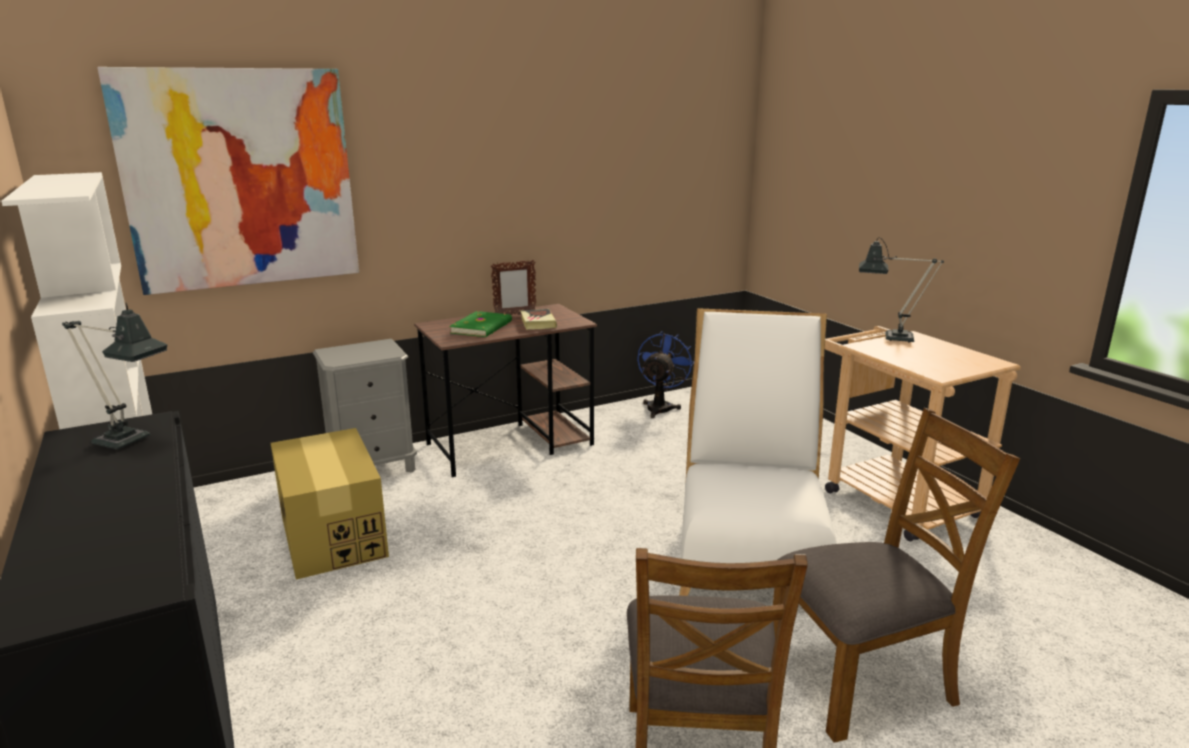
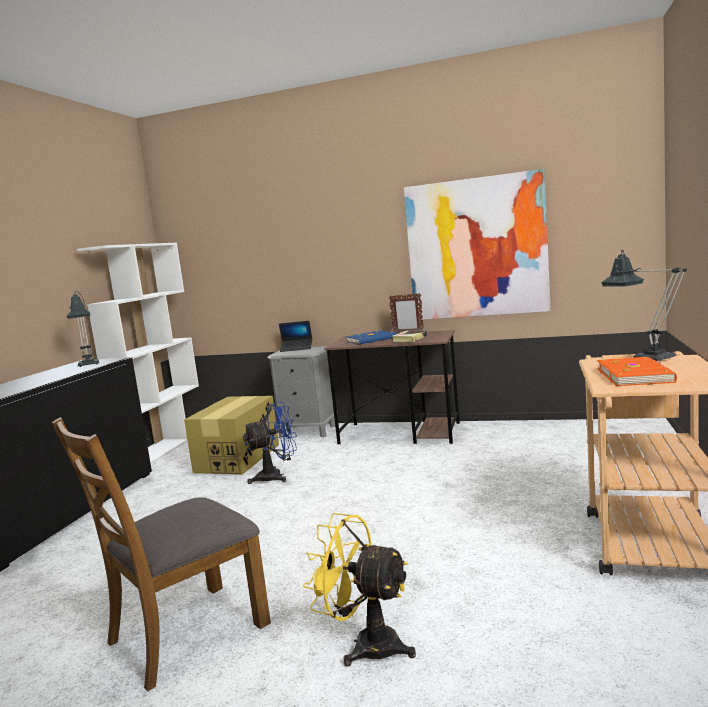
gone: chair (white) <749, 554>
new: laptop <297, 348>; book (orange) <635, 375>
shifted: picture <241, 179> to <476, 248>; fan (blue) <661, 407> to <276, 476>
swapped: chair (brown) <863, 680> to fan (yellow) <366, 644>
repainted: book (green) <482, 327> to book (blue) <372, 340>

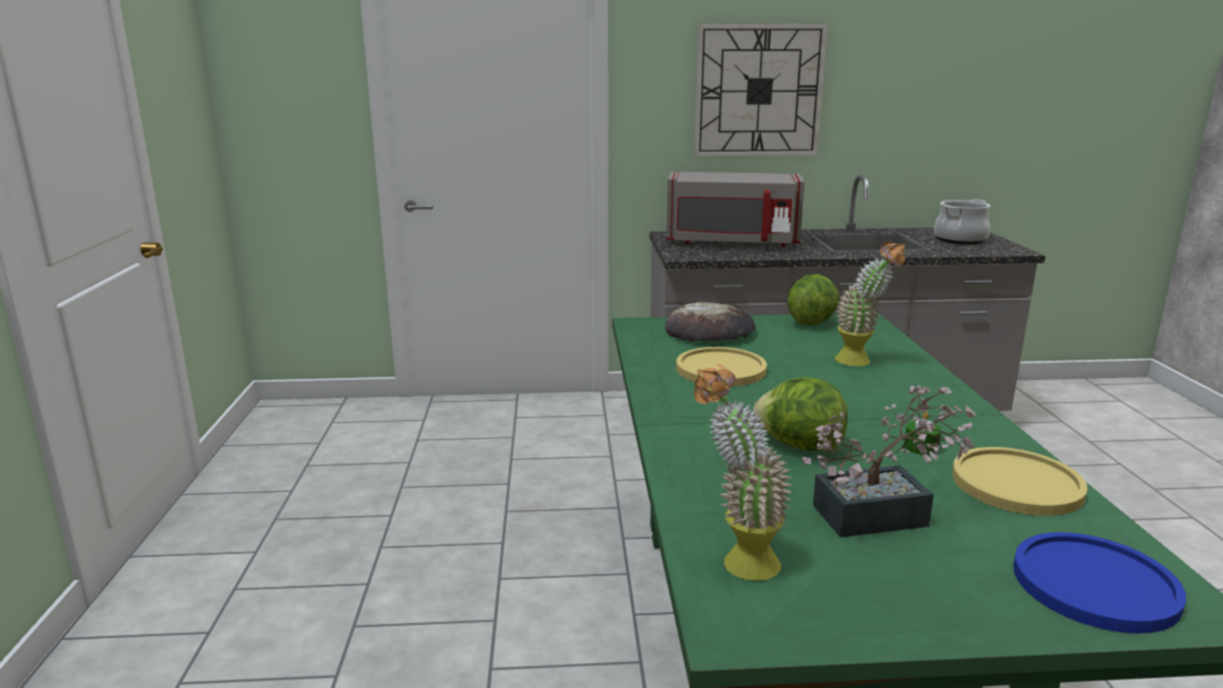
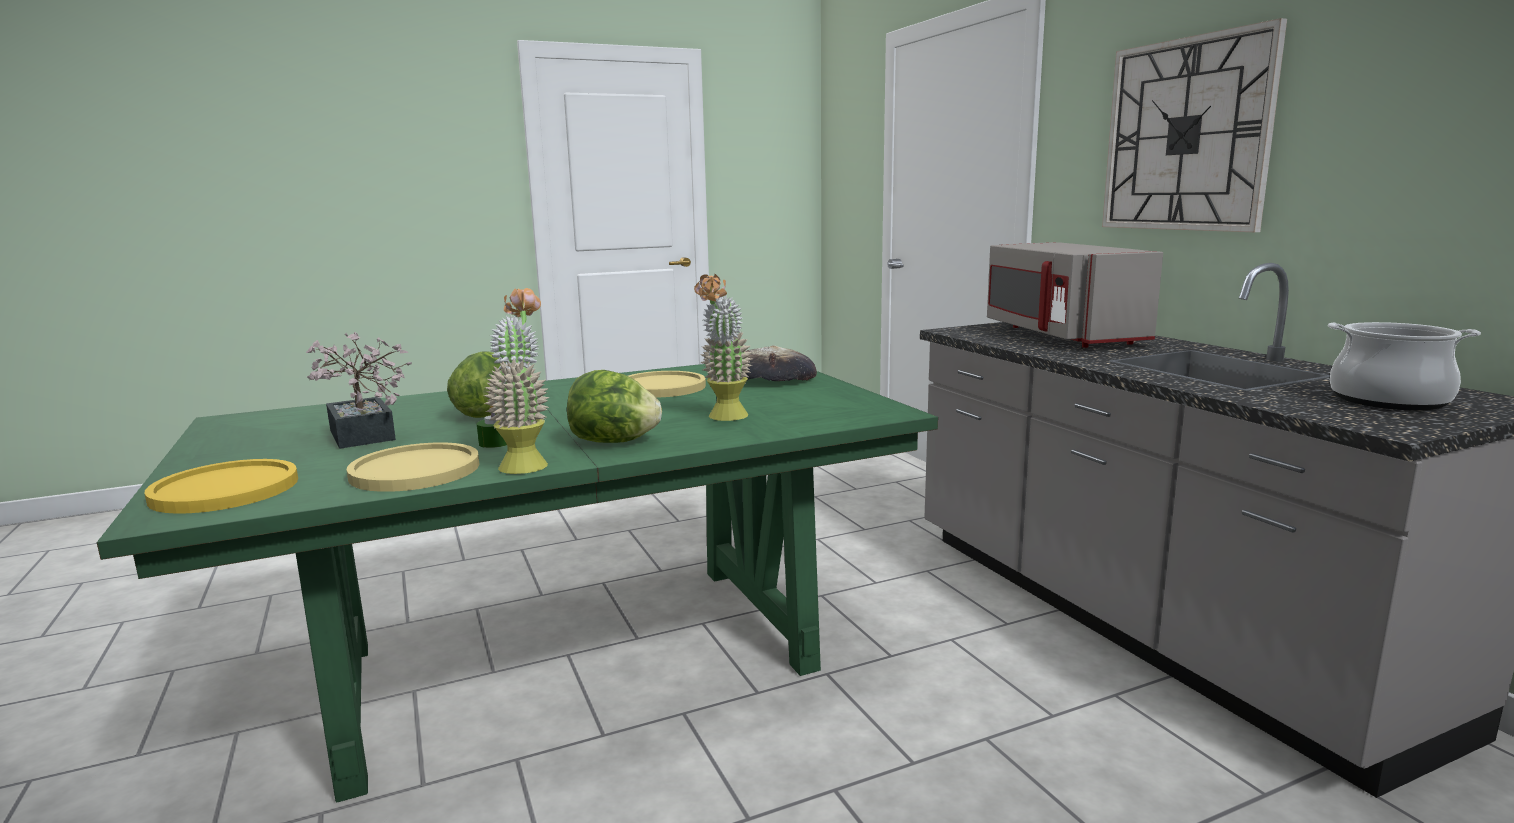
shifted: potted plant <736, 561> to <526, 463>; lettuce <811, 322> to <614, 442>
repainted: plate (blue) <1094, 584> to plate (yellow) <225, 489>

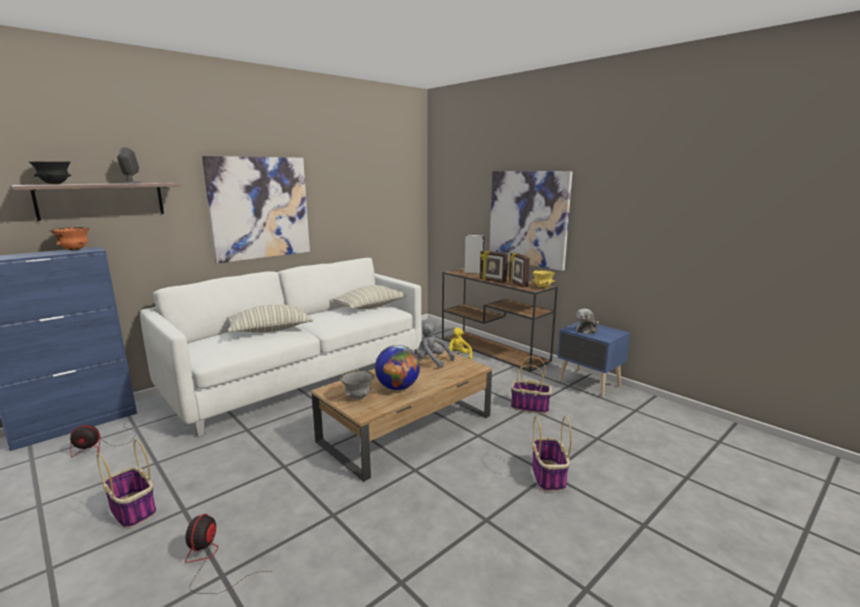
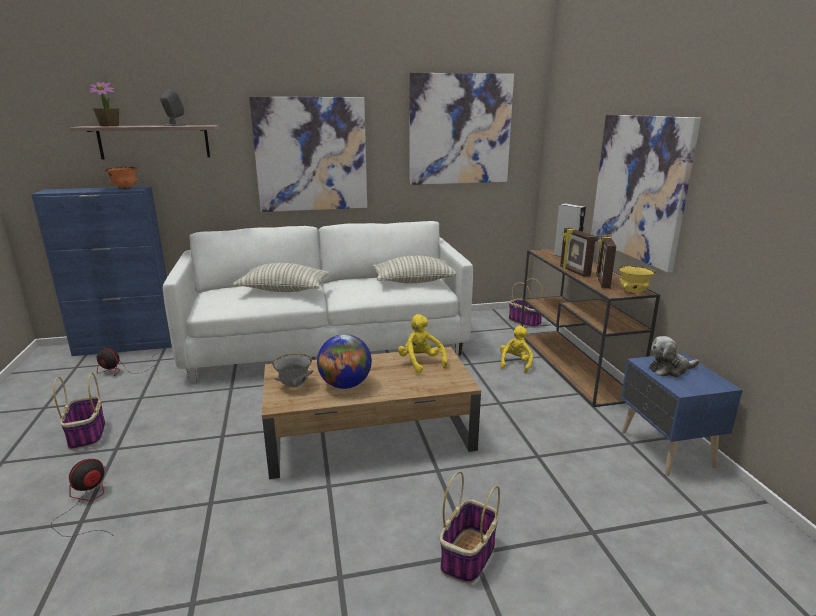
new: picture <460, 130>
shifted: basket <530, 407> to <525, 322>
swapped: bowl (black) <55, 184> to potted plant <109, 126>
repainted: plush toy (grey) <432, 361> to plush toy (yellow) <421, 363>

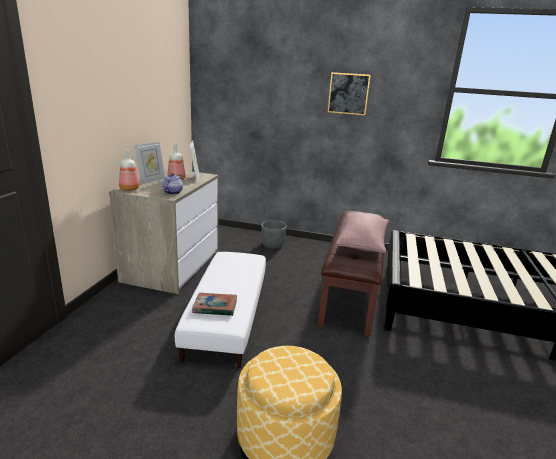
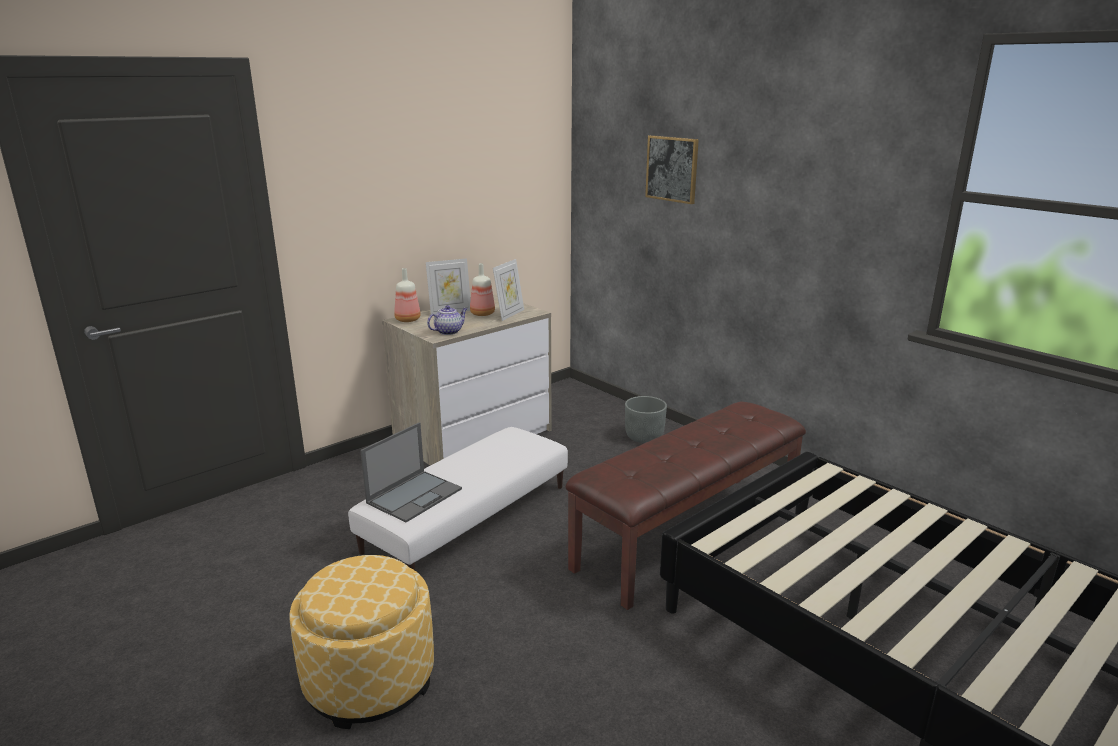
gone: pillow (pink) <362, 243>
shifted: picture <348, 93> to <672, 169>
swapped: book <215, 307> to laptop <415, 495>

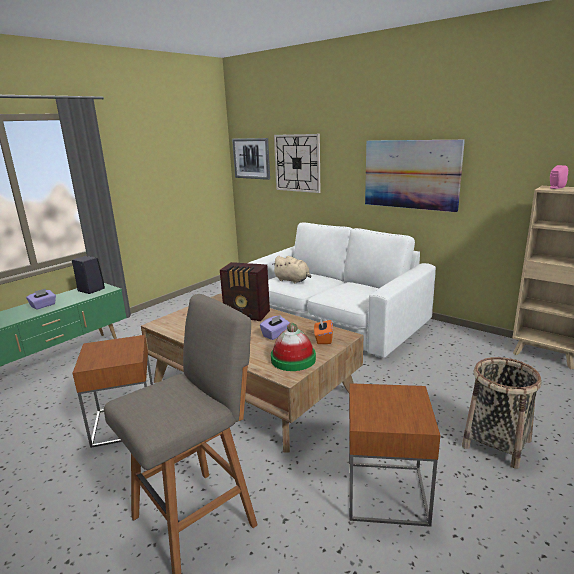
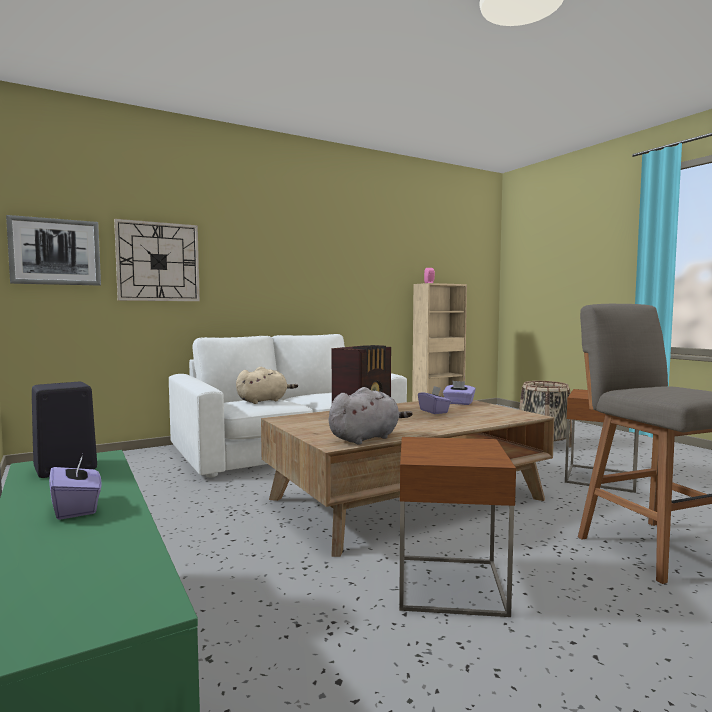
gone: hat <293, 359>; picture <411, 174>
new: plush toy (grey) <366, 438>
repainted: tissue box (orange) <323, 339> to tissue box (purple) <458, 403>

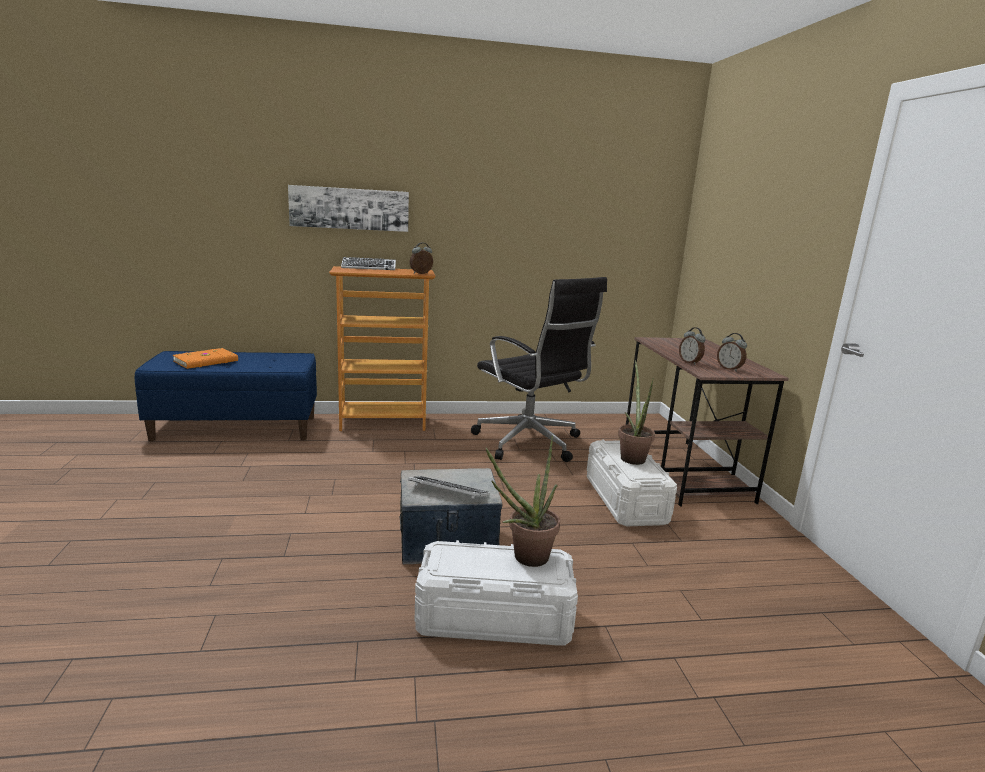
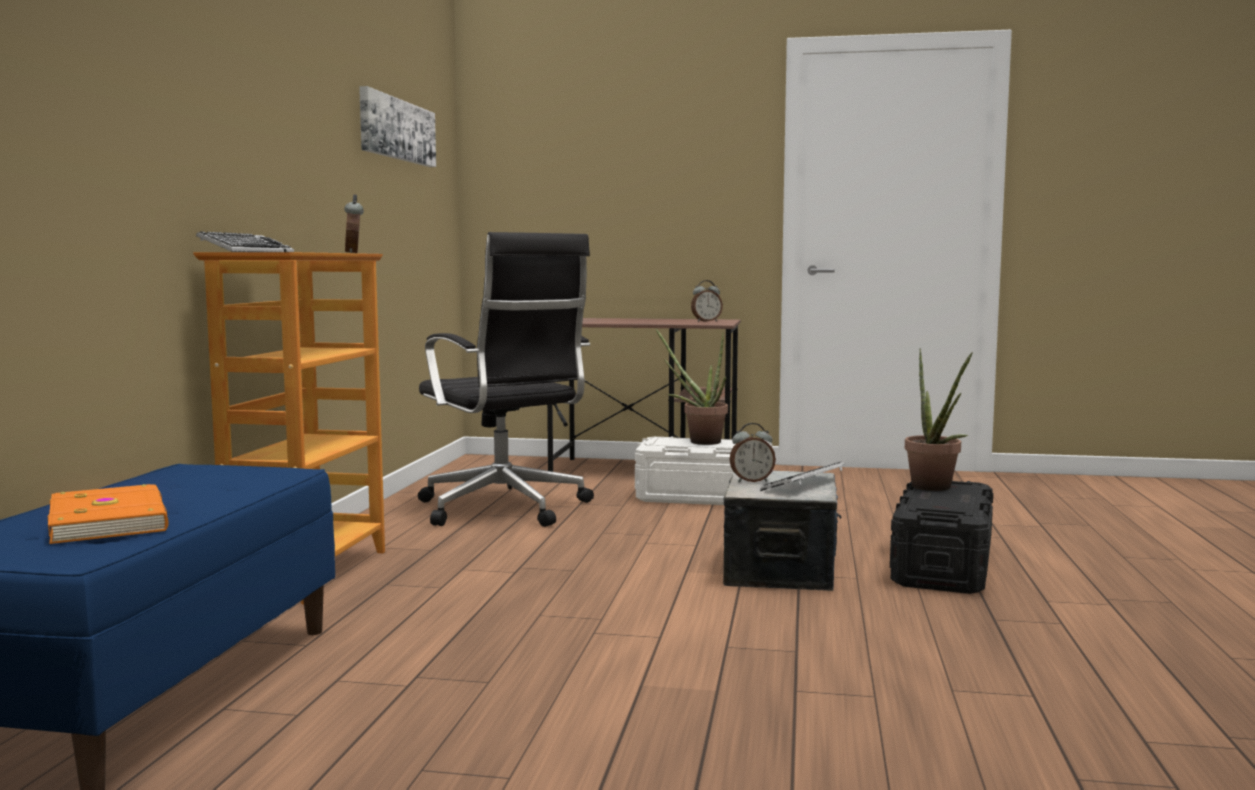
shifted: picture <349, 208> to <397, 130>; alarm clock <690, 362> to <751, 481>
repainted: storage box (white) <494, 618> to storage box (black) <943, 566>
rotated: office chair (black) <530, 443> = <505, 509> 75 degrees clockwise

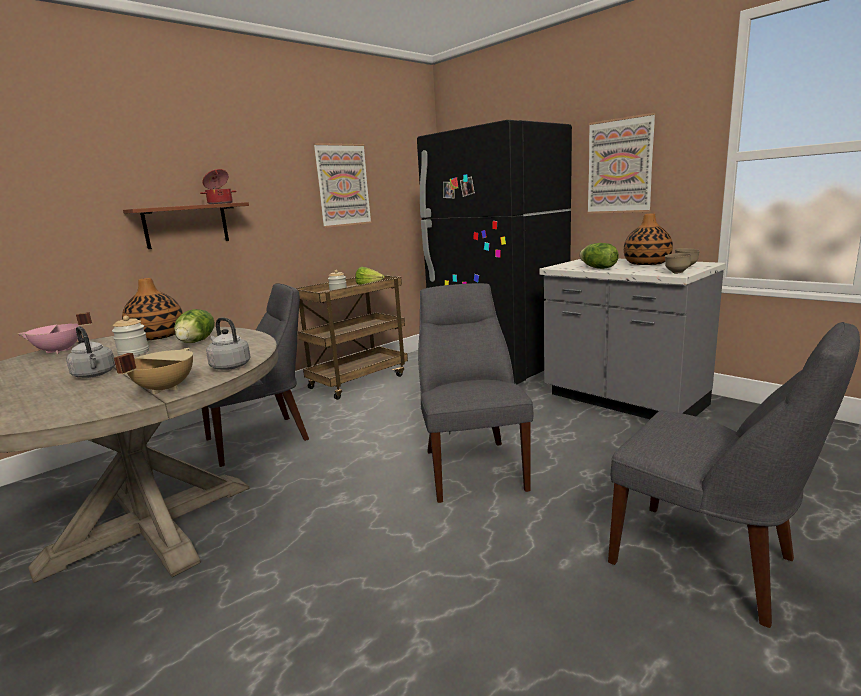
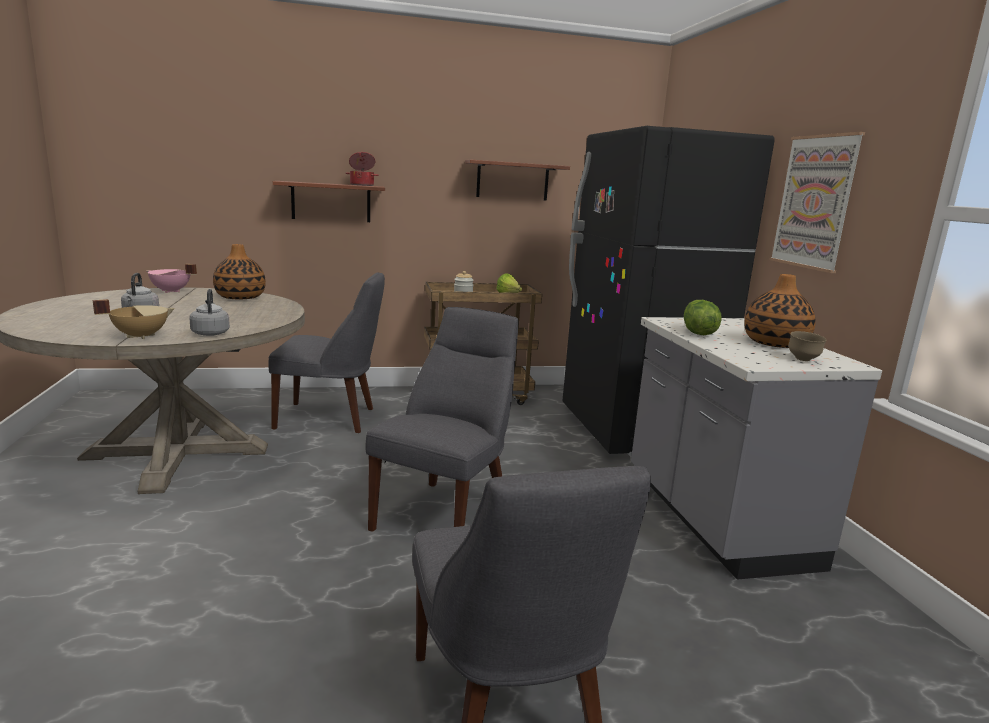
gone: jar <134, 353>; lettuce <197, 341>; bowl (brown) <676, 273>
swapped: picture <343, 185> to shelf <512, 181>

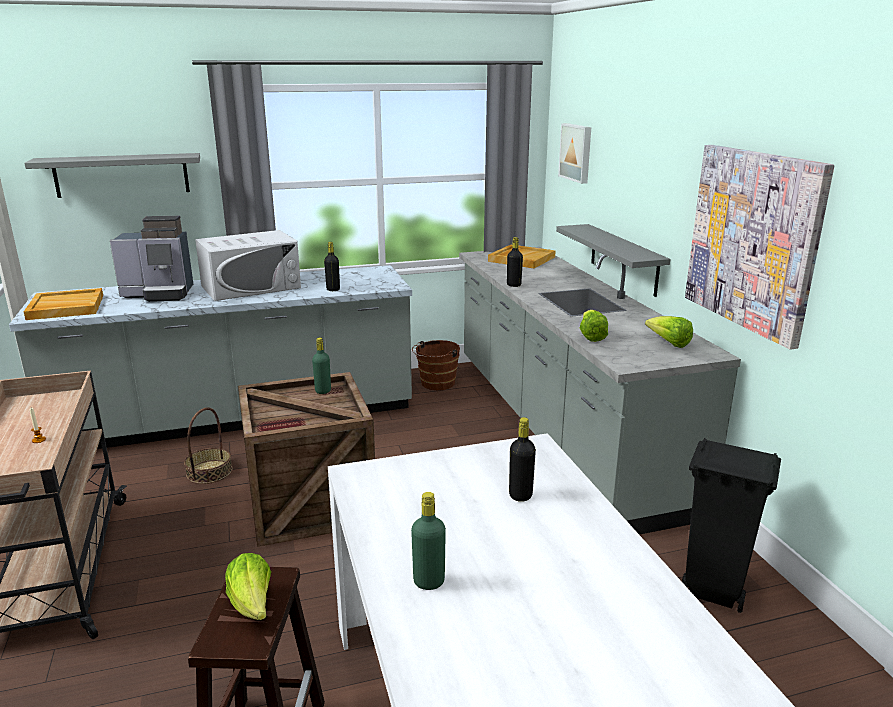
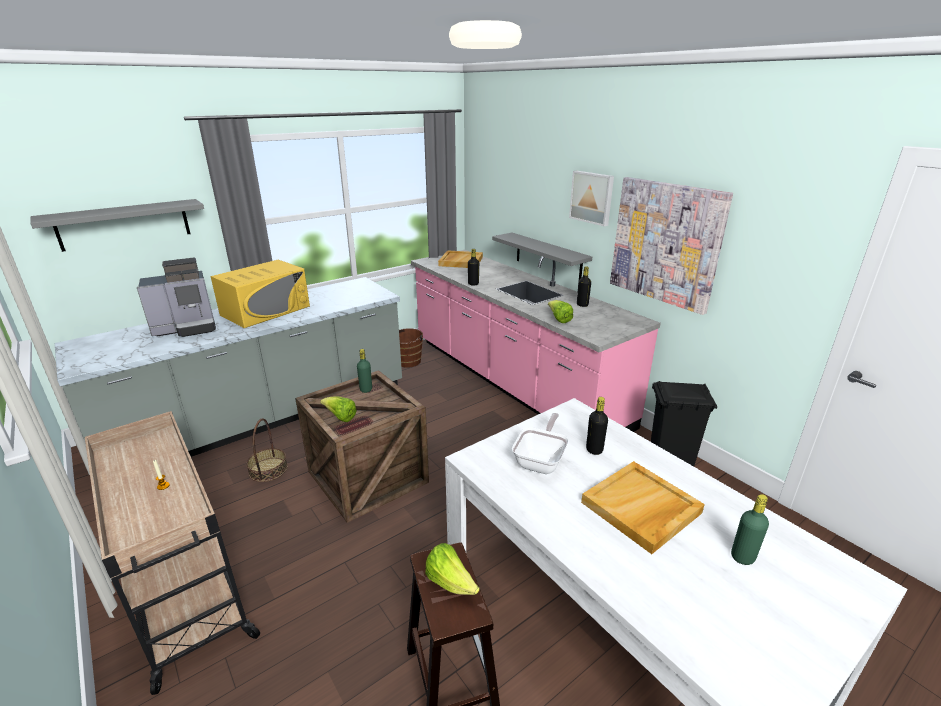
new: frying pan <541, 460>
shifted: tray (beige) <65, 307> to <641, 508>; bottle (black) <333, 289> to <582, 305>; bottle (green) <429, 582> to <742, 557>; picture <577, 152> to <592, 197>; lettuce <669, 343> to <340, 417>
repainted: microwave (white) <251, 287> to microwave (yellow) <266, 310>; counter (grey) <560, 427> to counter (pink) <512, 381>

